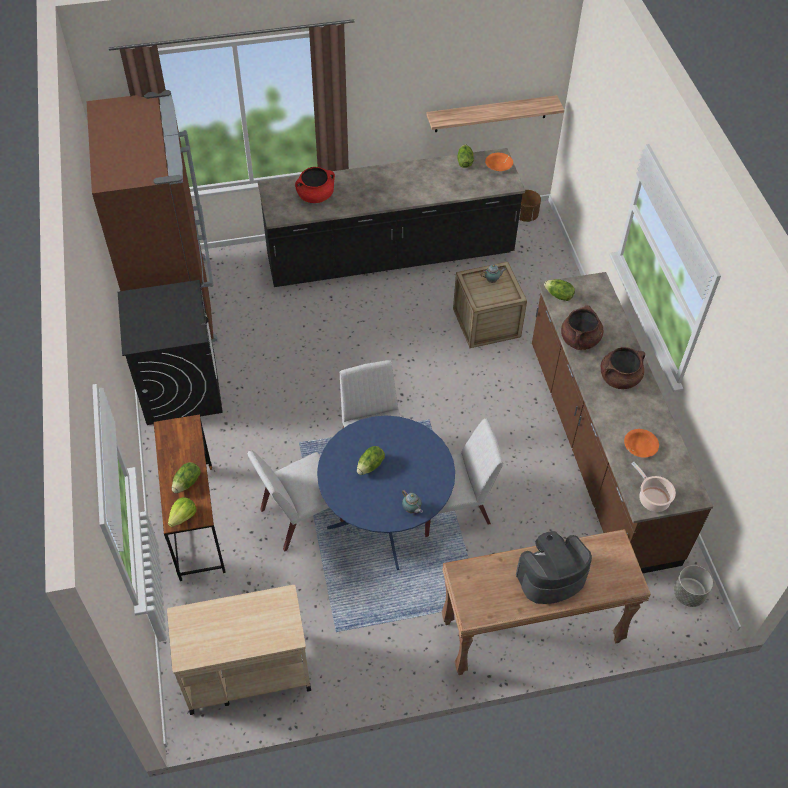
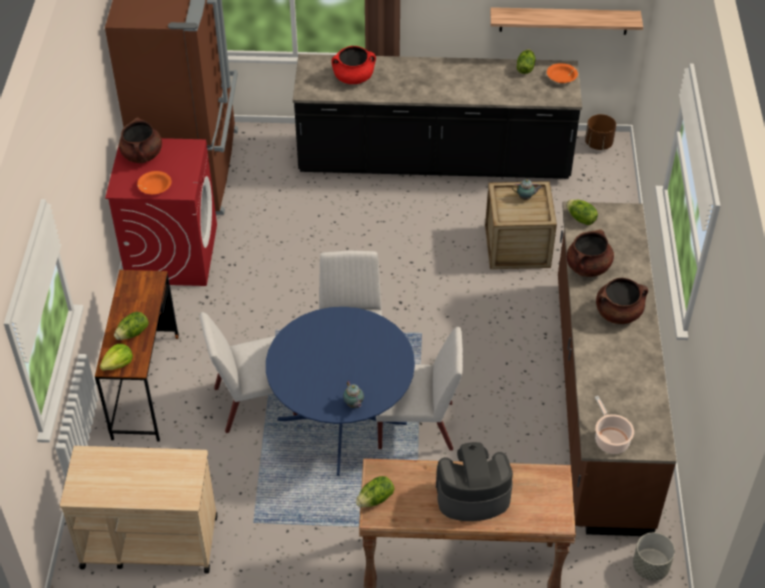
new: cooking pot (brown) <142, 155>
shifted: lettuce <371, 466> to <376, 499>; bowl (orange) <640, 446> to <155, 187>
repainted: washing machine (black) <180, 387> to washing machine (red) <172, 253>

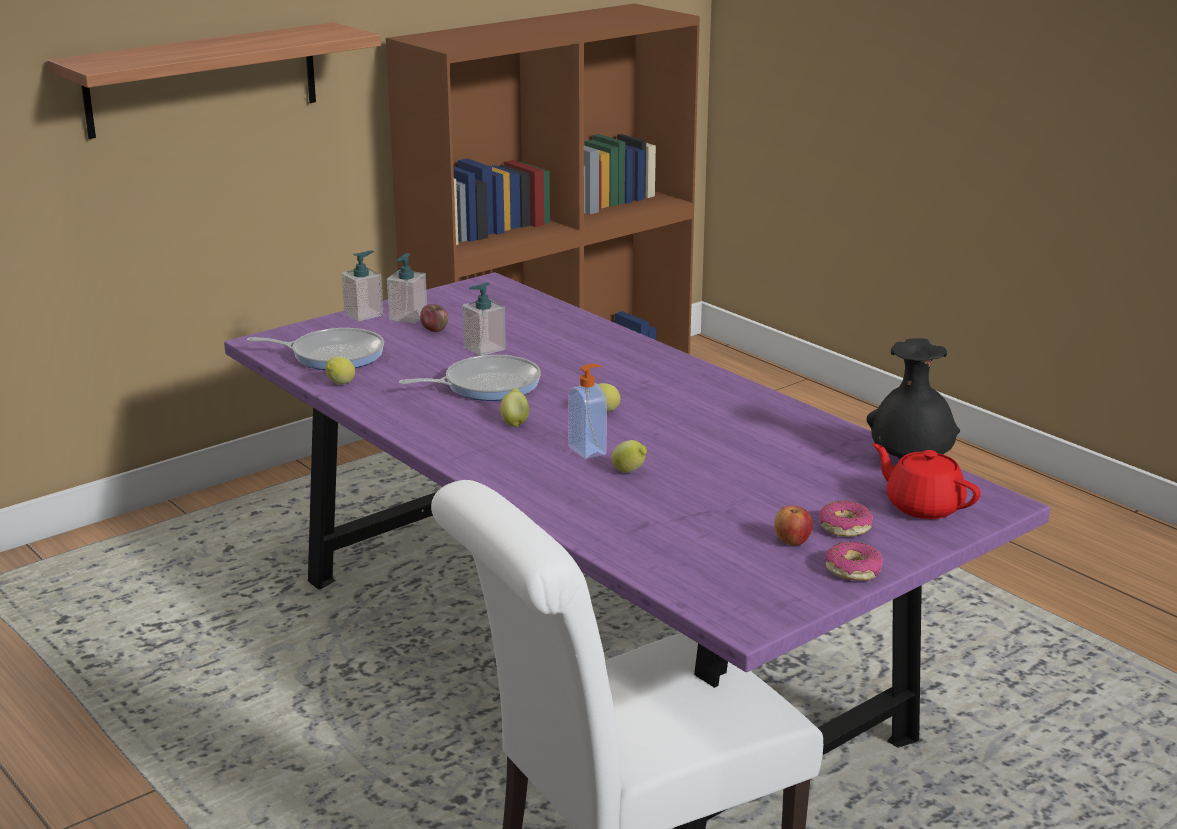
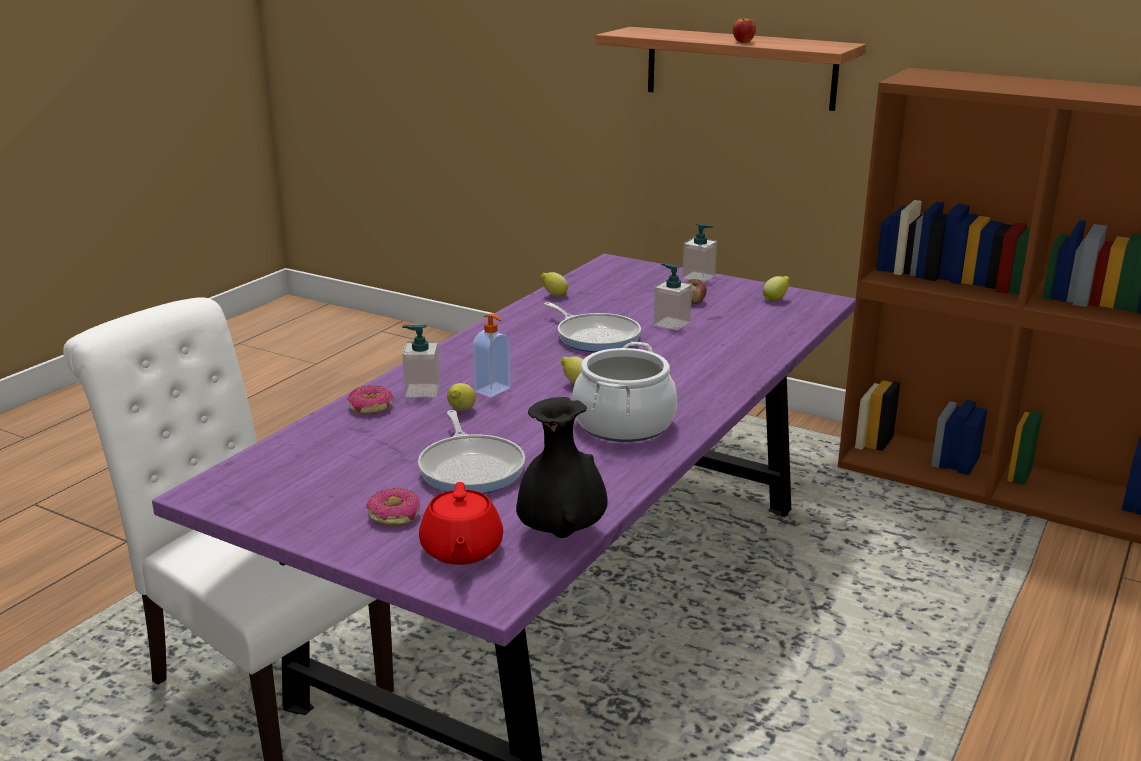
new: cooking pot <623, 424>
shifted: frying pan <332, 355> to <471, 468>; soap dispenser <408, 317> to <422, 390>; lemon <515, 422> to <775, 299>; apple <792, 542> to <743, 42>; donut <853, 570> to <371, 407>
rotated: teapot (red) <923, 506> = <461, 550> 150 degrees clockwise

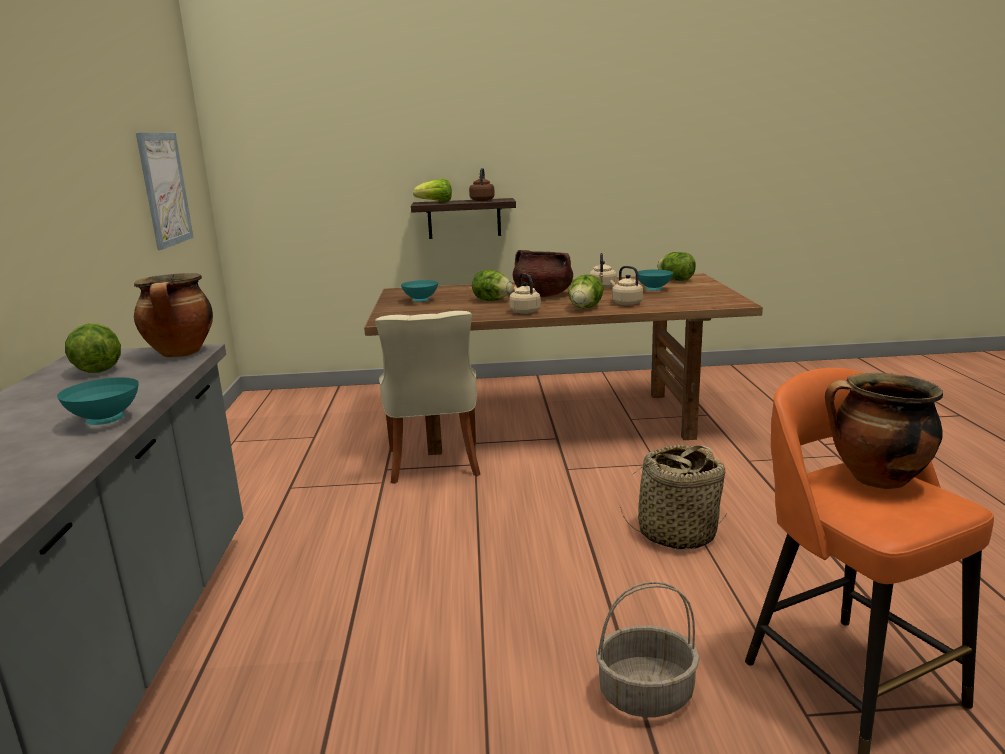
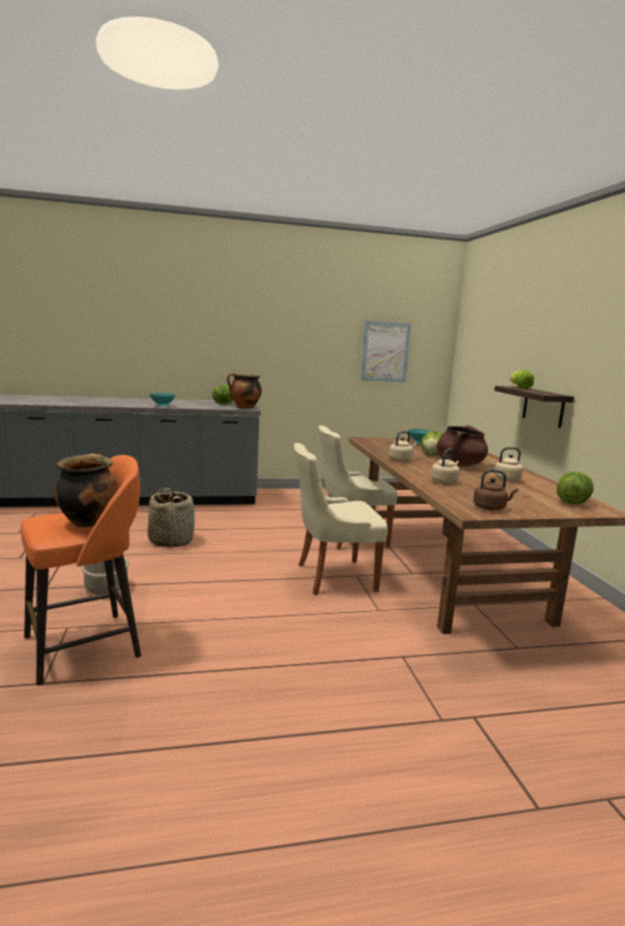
gone: lettuce <585, 308>; bowl (turquoise) <654, 290>
new: chair (beige) <332, 577>
shifted: kettle (brown) <482, 200> to <491, 508>; basket <676, 533> to <171, 540>

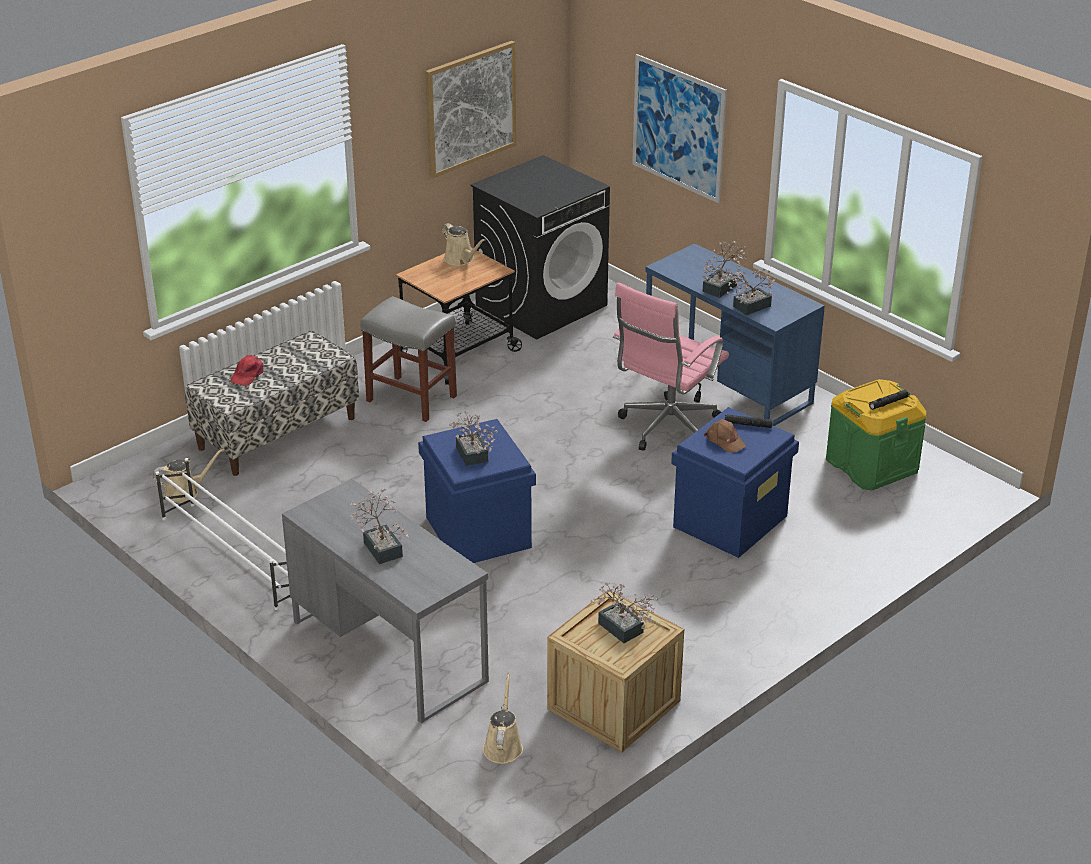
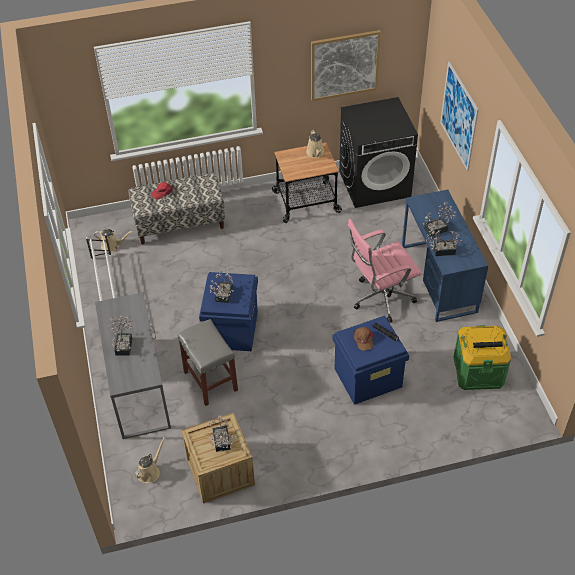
shifted: stool (grey) <413, 398> to <211, 381>

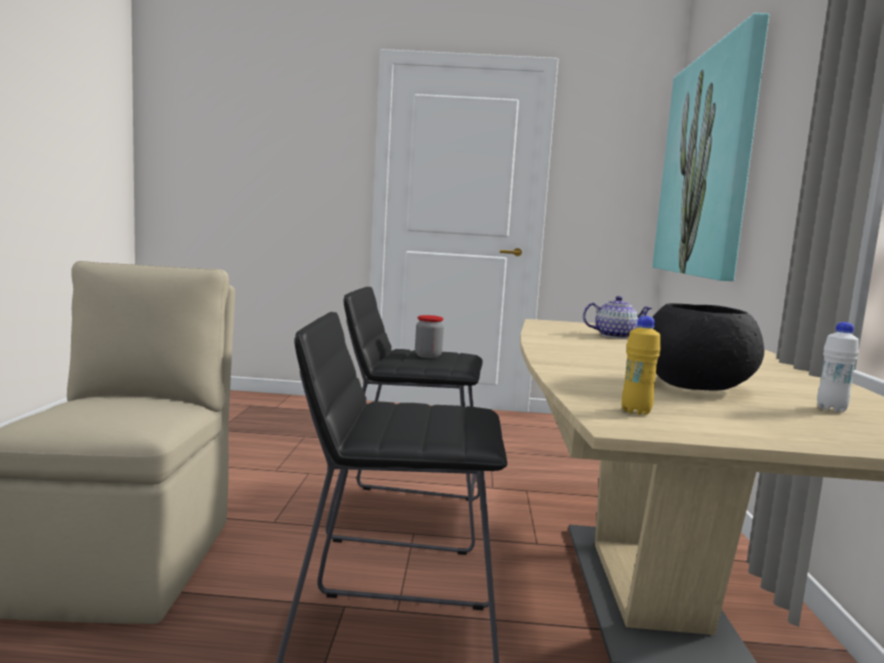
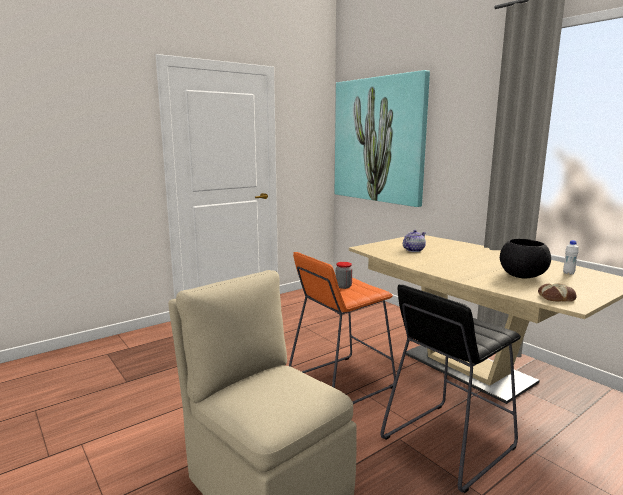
swapped: bottle (yellow) <636, 412> to bread <556, 297>
repainted: stool (black) <408, 518> to stool (orange) <341, 382>

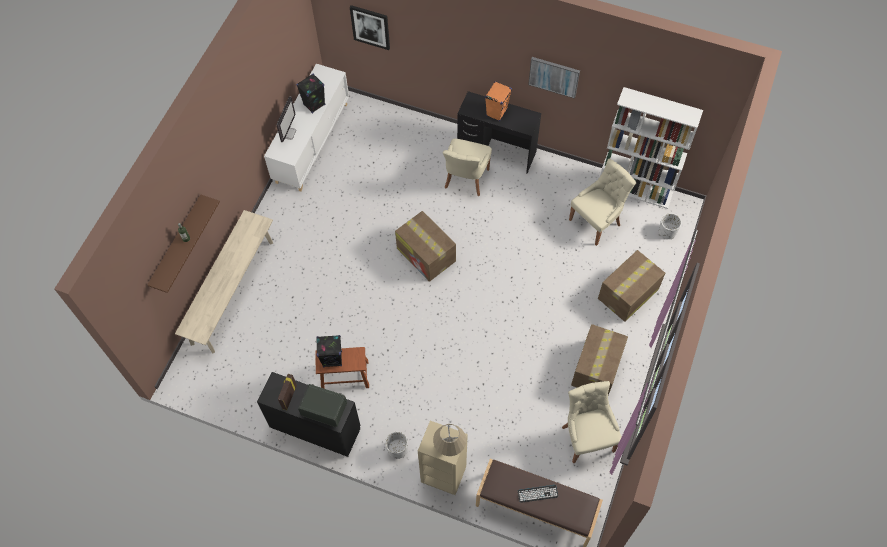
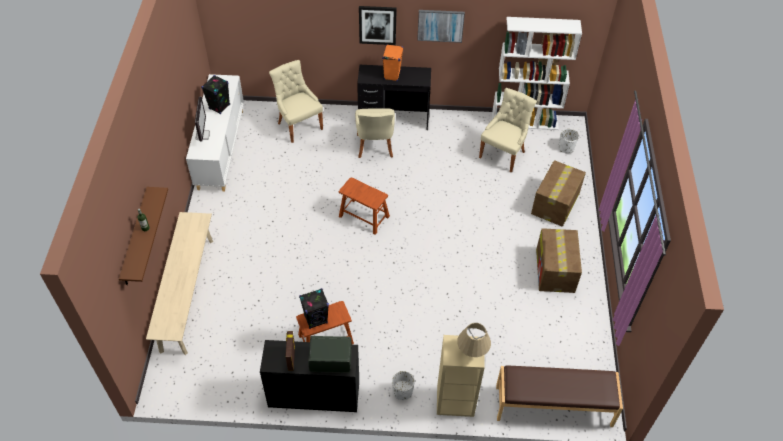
gone: keyboard <537, 493>
shifted: picture <370, 27> to <377, 25>; chair (beige) <587, 437> to <299, 125>
swapped: cardboard box <426, 255> to stool (brown) <364, 216>

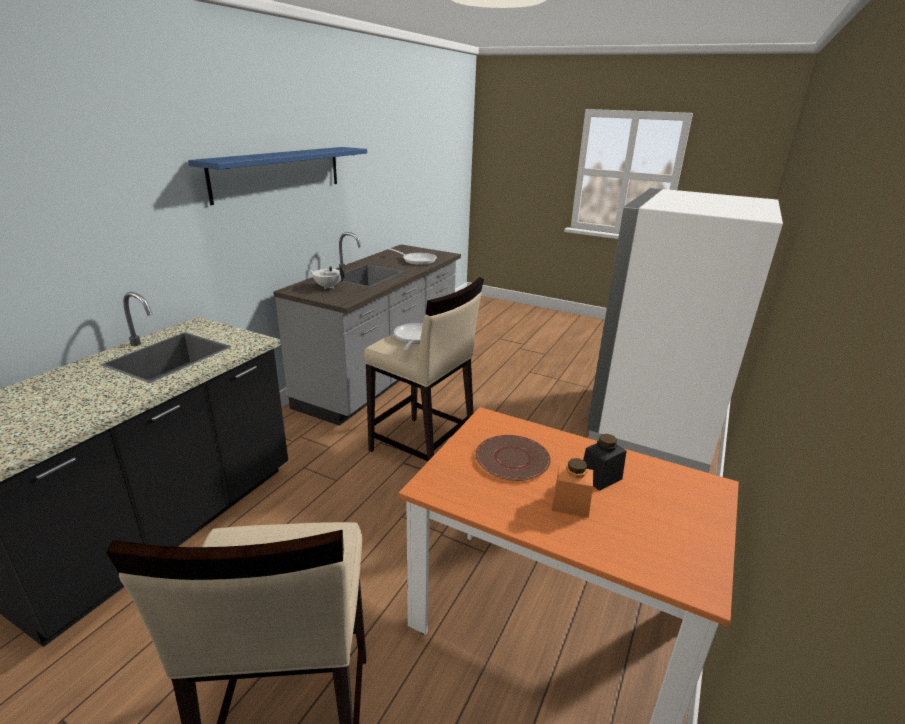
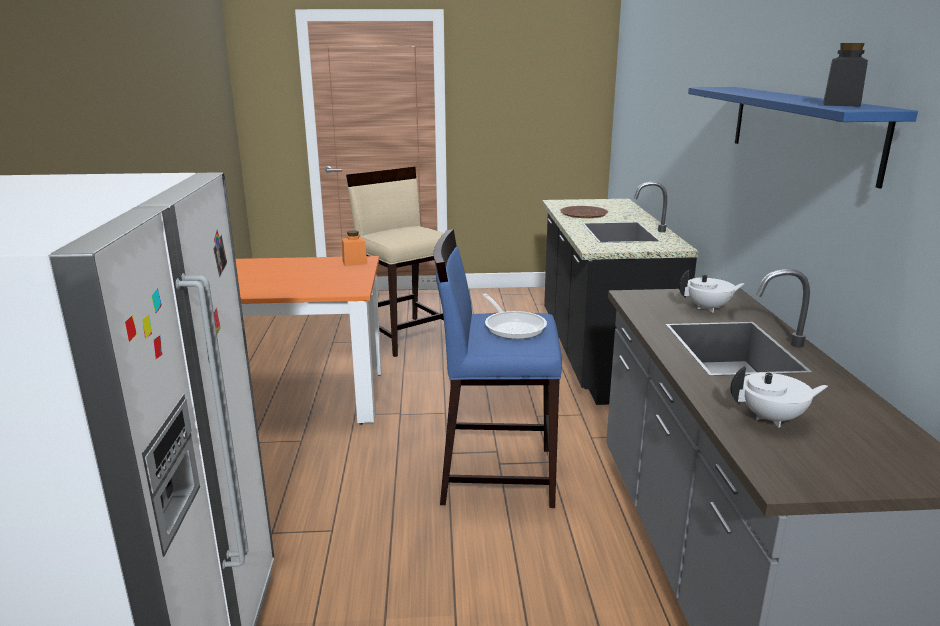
shifted: plate (brown) <512, 458> to <584, 213>; jar (orange) <570, 504> to <354, 262>; jar (black) <600, 477> to <841, 104>
swapped: frying pan <416, 260> to teapot (white) <772, 418>
repainted: stool (beige) <423, 447> to stool (blue) <496, 474>

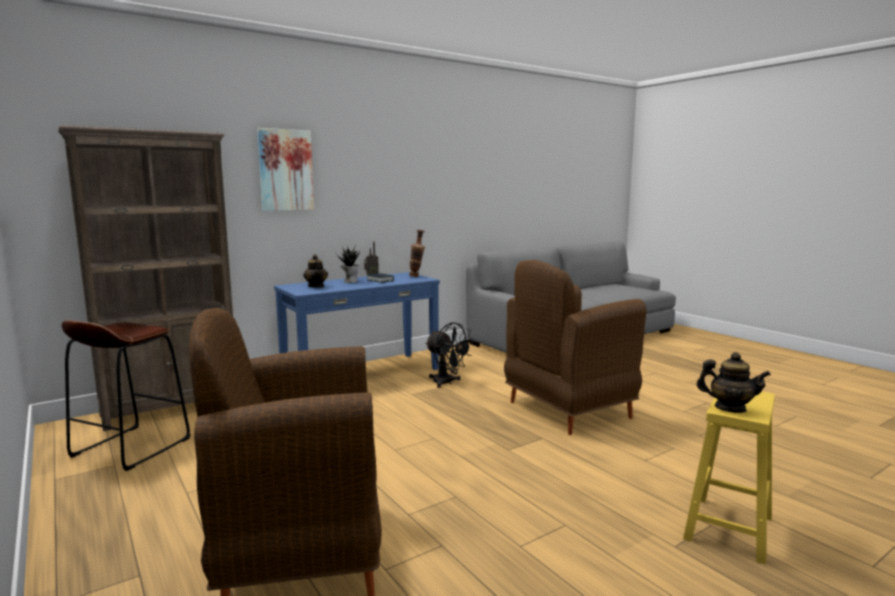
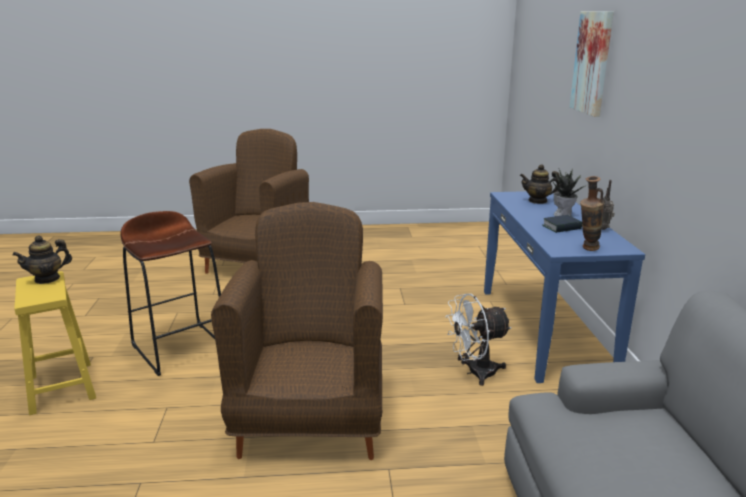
gone: bookcase (brown) <172, 408>
shifted: stool (brown) <131, 447> to <180, 347>
repainted: fan (black) <447, 382> to fan (white) <475, 372>

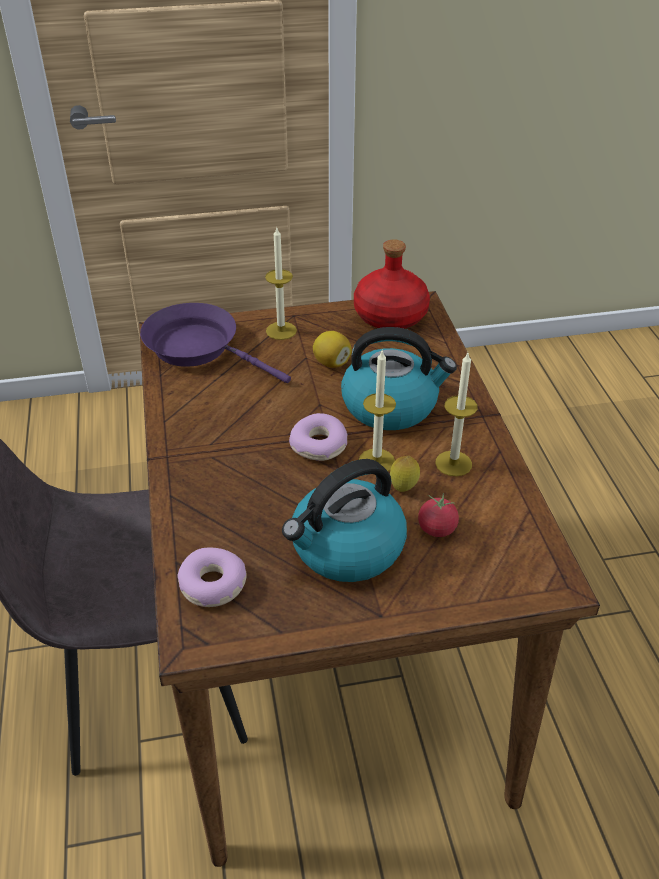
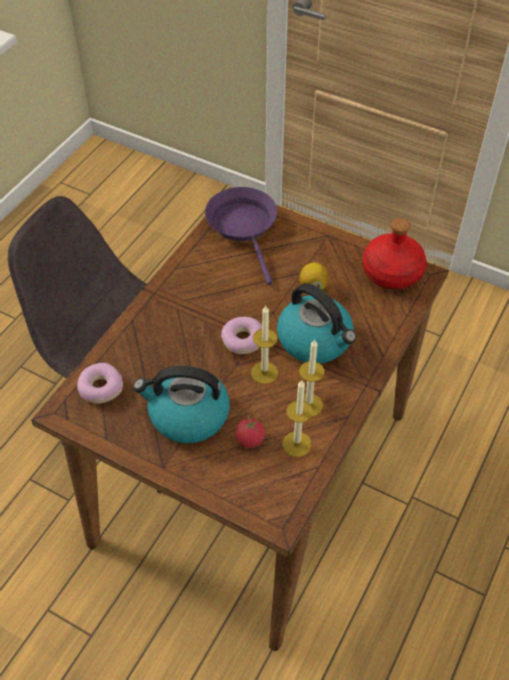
gone: lemon <403, 488>
shifted: candle <281, 331> to <297, 444>

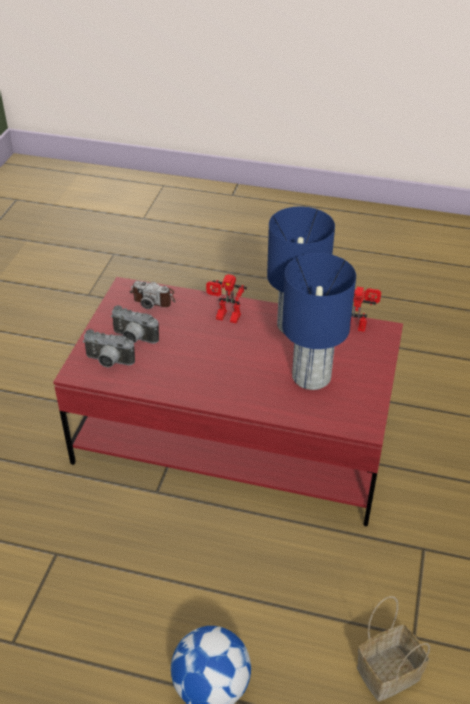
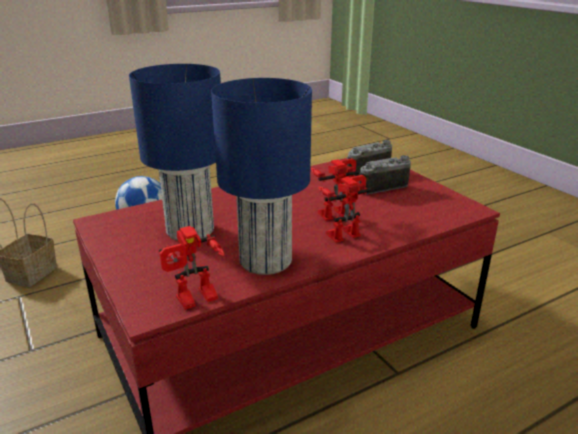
gone: photo camera <154, 298>
new: toy robot <333, 212>

